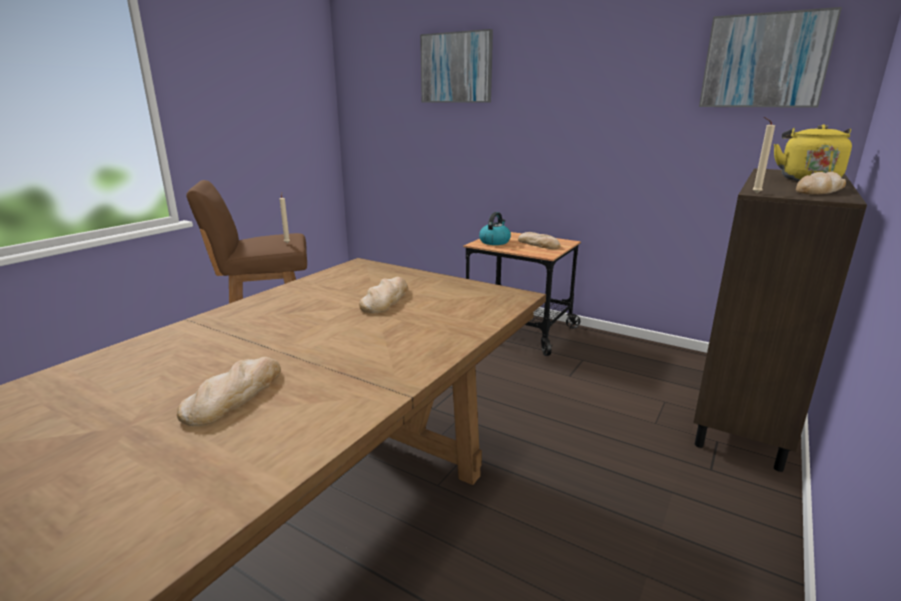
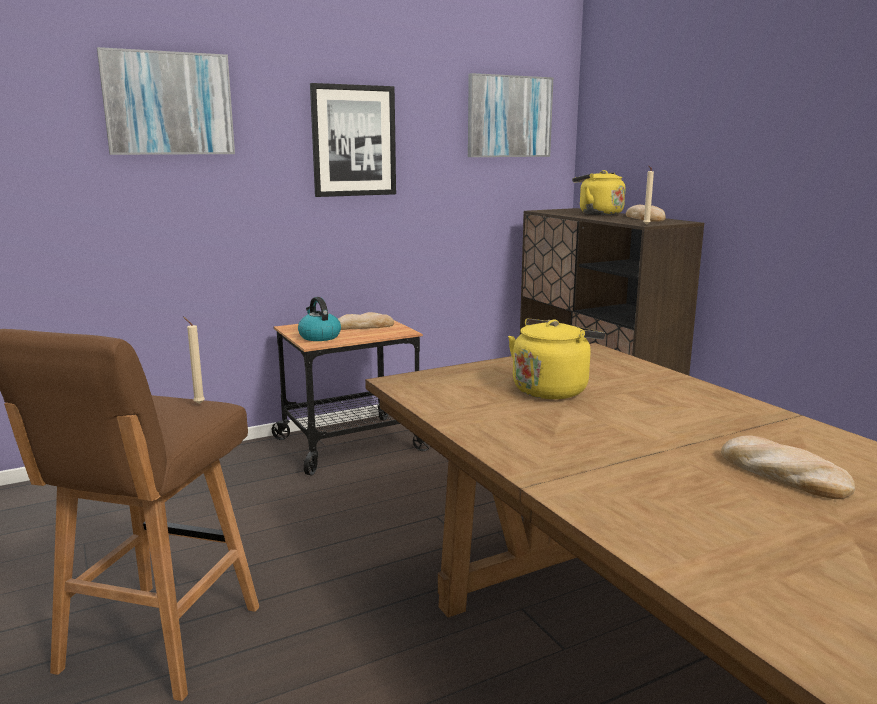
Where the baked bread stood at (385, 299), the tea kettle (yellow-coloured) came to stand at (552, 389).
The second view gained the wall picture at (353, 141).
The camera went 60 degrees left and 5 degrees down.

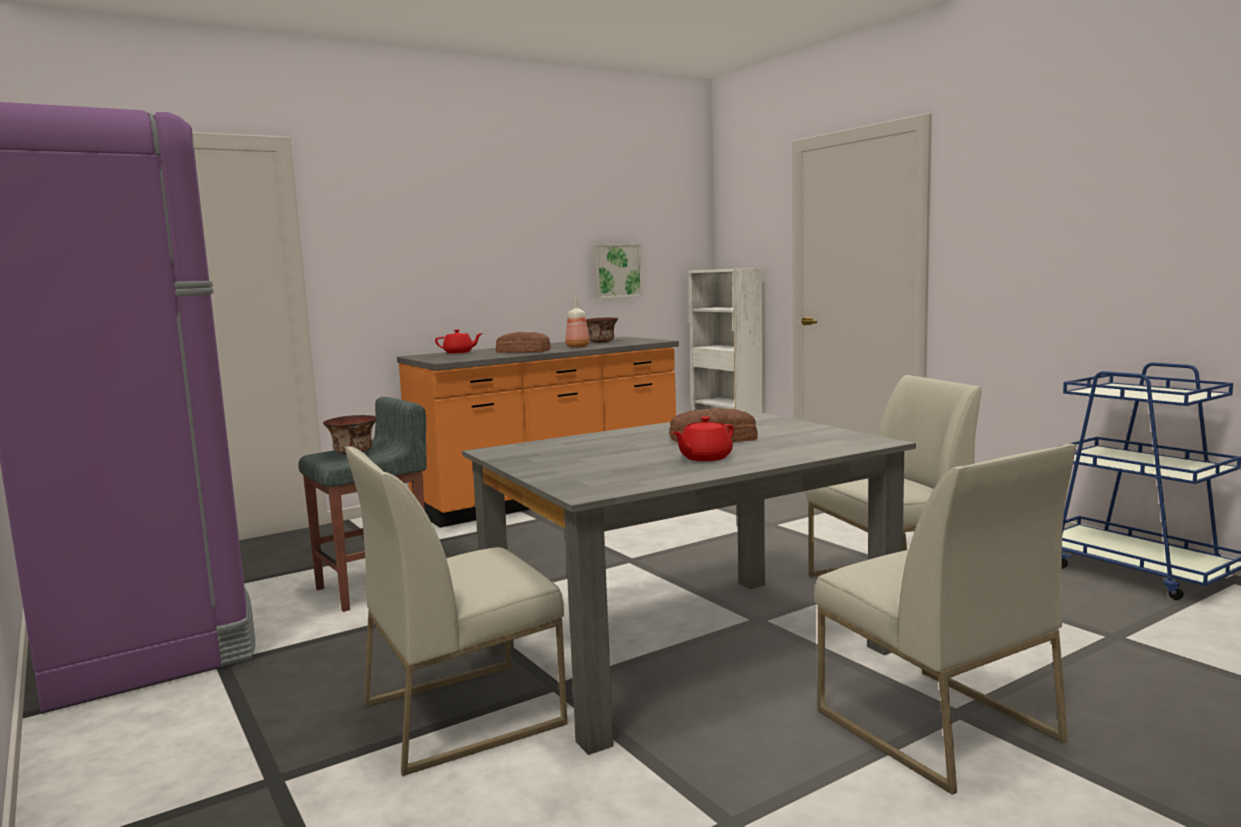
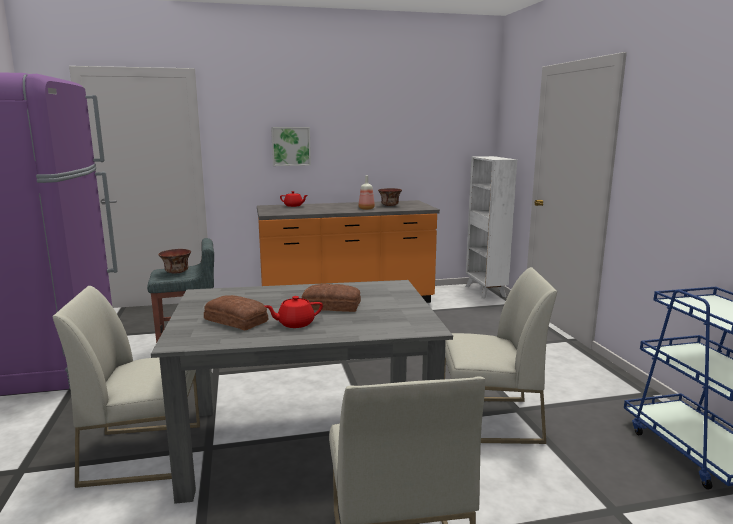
The wall picture ended up elsewhere, having gone from (616, 271) to (291, 146).
The baked bread ended up elsewhere, having gone from (523, 351) to (236, 320).
The camera went 20 degrees right and 5 degrees up.

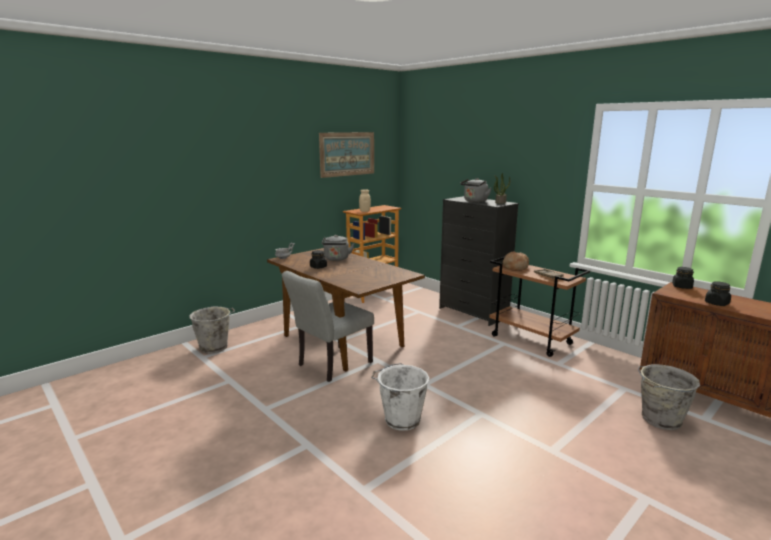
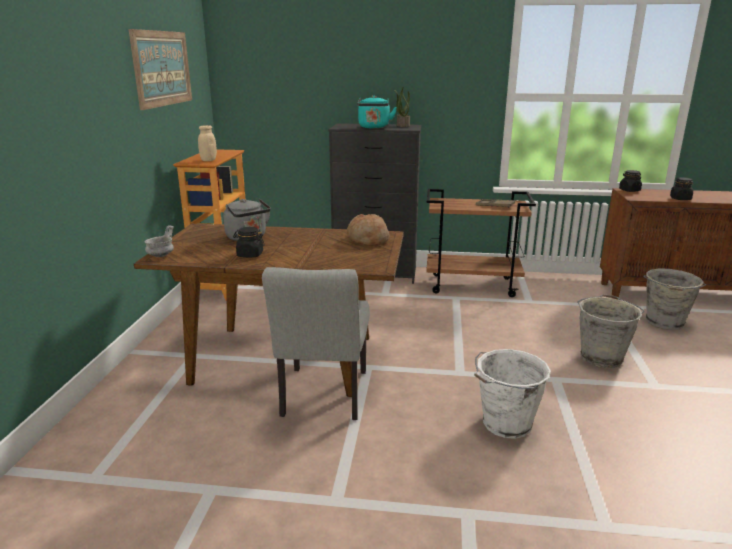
What was the tea kettle (greyish) at (475, 201) turned into the tea kettle (turquoise-coloured) at (374, 127).
The baked bread ended up elsewhere, having gone from (515, 267) to (368, 239).
The pail (greyish) ended up elsewhere, having gone from (215, 347) to (601, 357).
The camera went 40 degrees left and 5 degrees up.

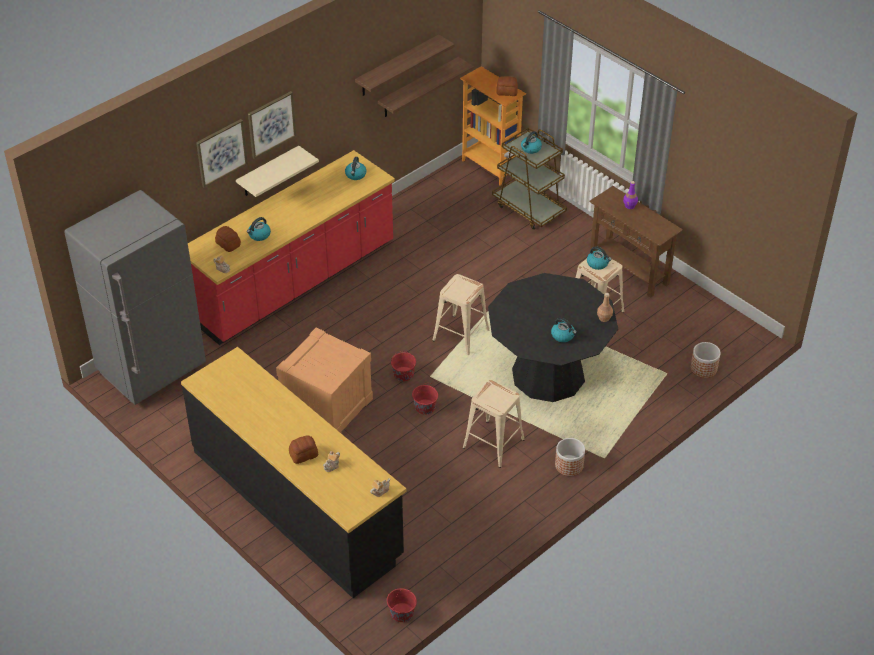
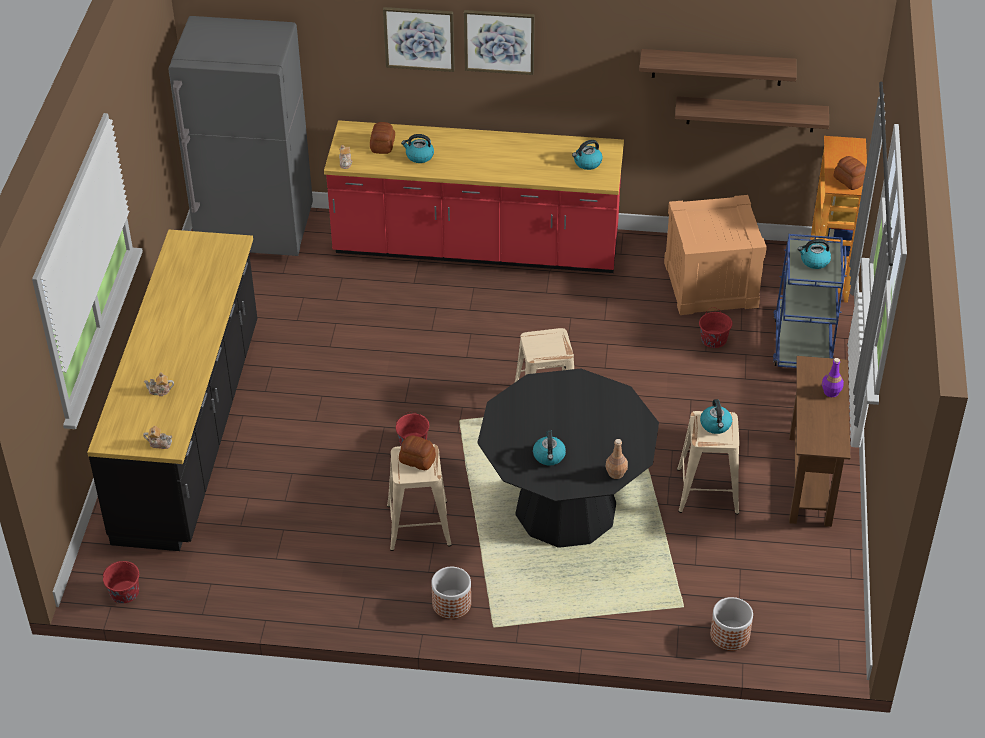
What was the cart (brown-coloured) at (529, 209) turned into the cart (blue) at (802, 343).
The second view lost the bracket shelf (sand-coloured) at (268, 172).
The packing crate ended up elsewhere, having gone from (327, 405) to (711, 285).
The pail (red) ended up elsewhere, having gone from (403, 374) to (713, 339).
The baked bread ended up elsewhere, having gone from (303, 455) to (417, 459).
The camera went 50 degrees right and 0 degrees up.

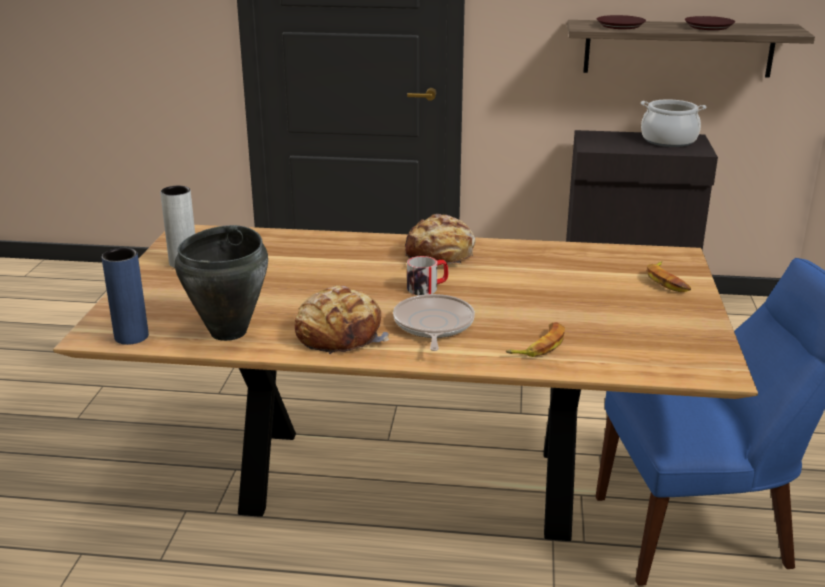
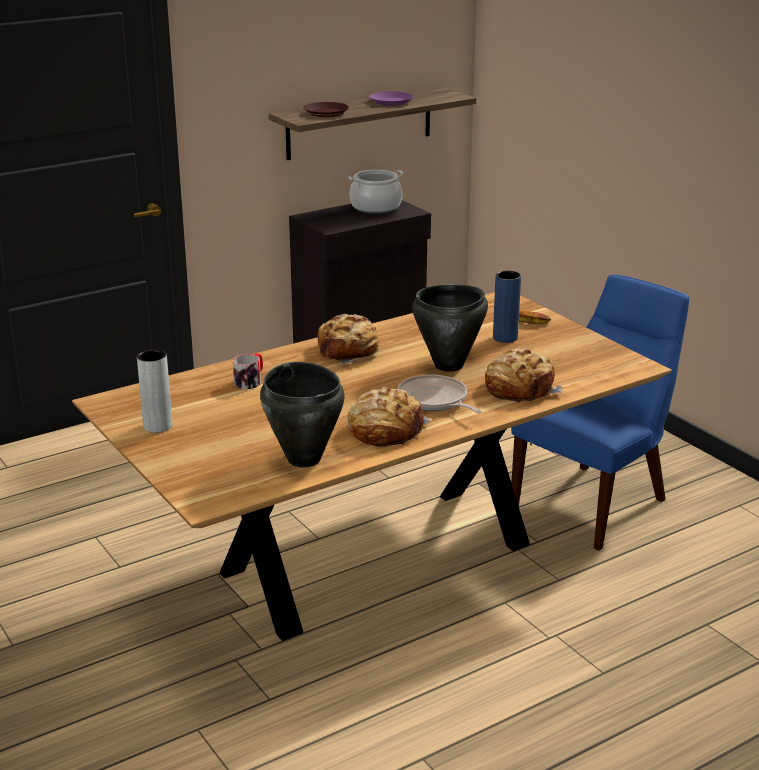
What was the plate (brown-coloured) at (708, 27) turned into the plate (purple-coloured) at (391, 102).
The flower vase (blue) ended up elsewhere, having gone from (131, 337) to (505, 338).
The tea mug ended up elsewhere, having gone from (427, 288) to (250, 381).
Where the banana stood at (539, 345), the baked bread came to stand at (520, 388).
The second view gained the cooking pot (blackish) at (449, 366).
The camera went 40 degrees left and 0 degrees up.

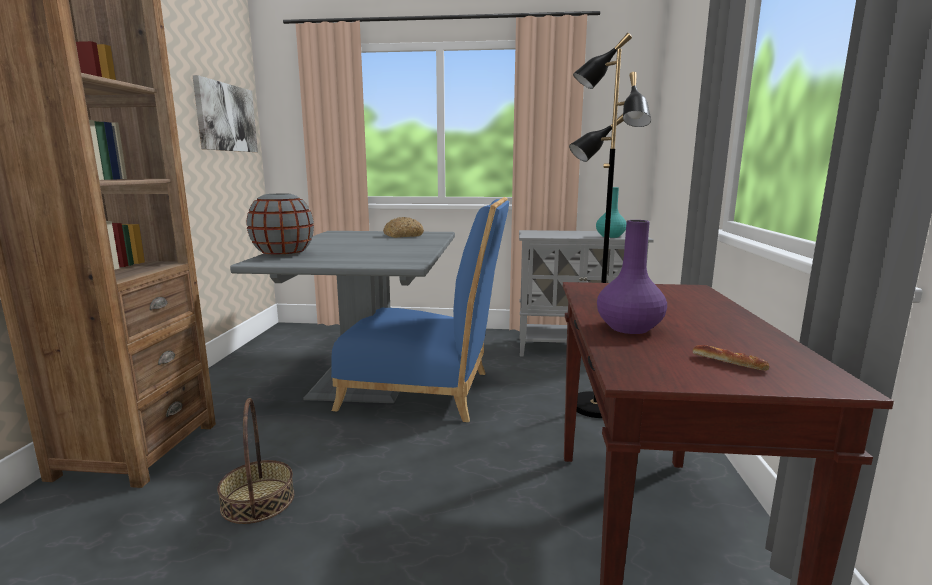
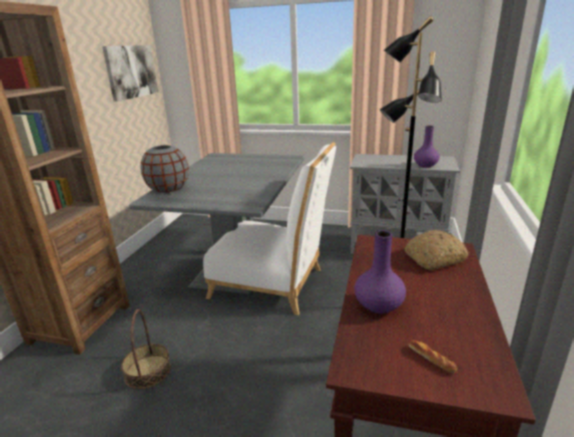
What was the flower vase (turquoise-coloured) at (610, 236) turned into the flower vase (purple-coloured) at (425, 165).
What was the upright chair (blue) at (426, 391) turned into the upright chair (whitish) at (273, 284).
The baked bread ended up elsewhere, having gone from (403, 235) to (434, 258).
The camera went 10 degrees right and 10 degrees up.

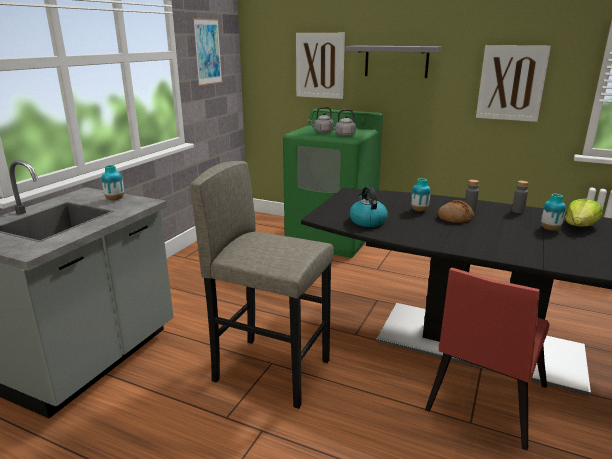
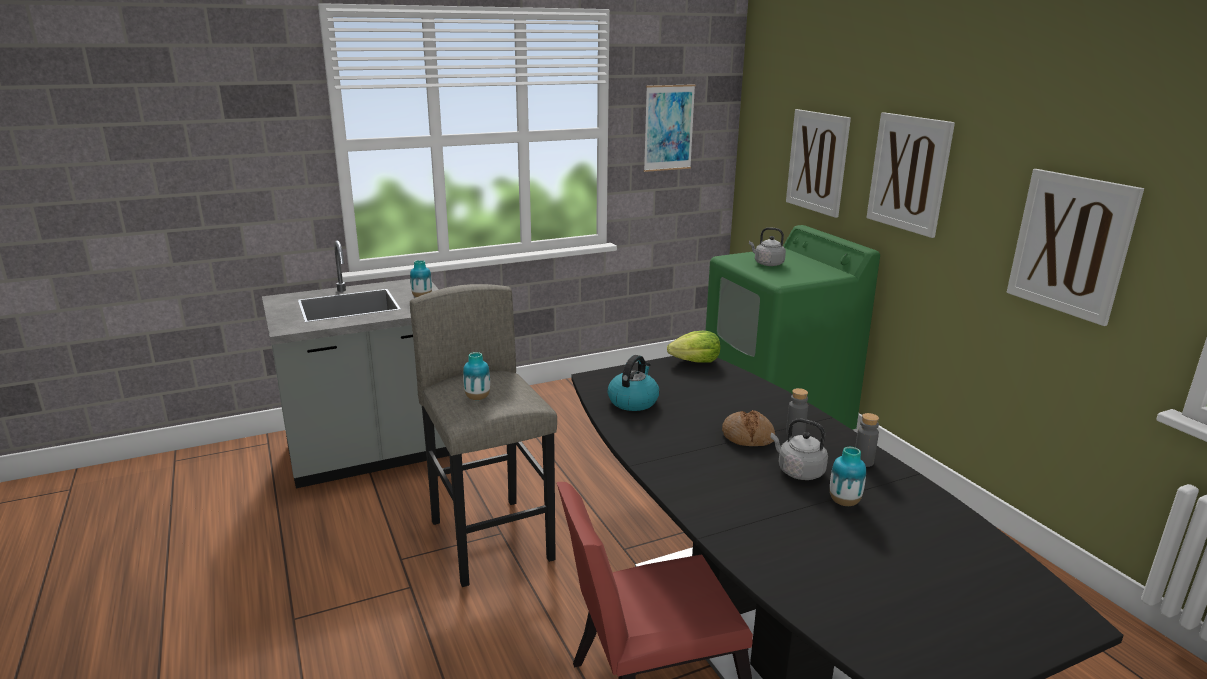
Where the bracket shelf (greyish) hung at (396, 61), the wall picture came to hang at (908, 173).
The tea kettle (greyish) ended up elsewhere, having gone from (344, 135) to (798, 471).
The flower vase ended up elsewhere, having gone from (419, 210) to (477, 398).
The lettuce head ended up elsewhere, having gone from (580, 226) to (695, 361).
The camera went 40 degrees right and 0 degrees up.

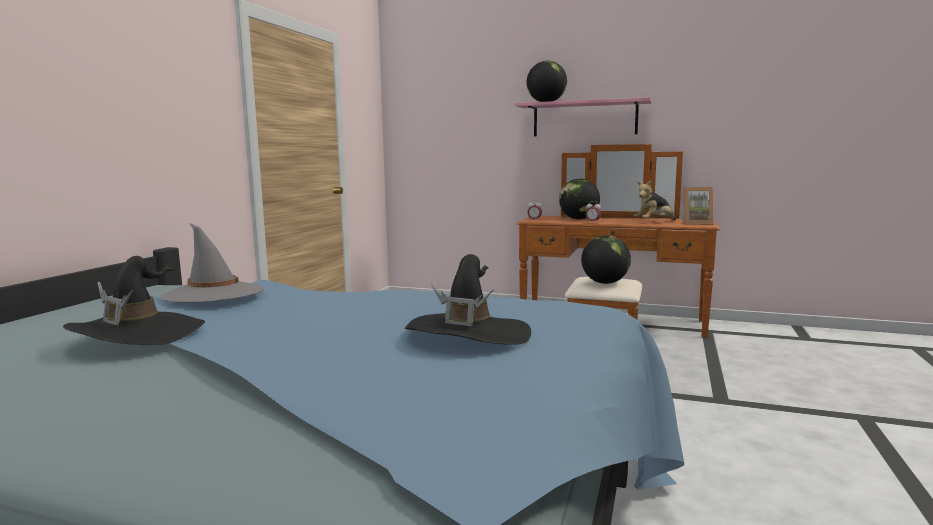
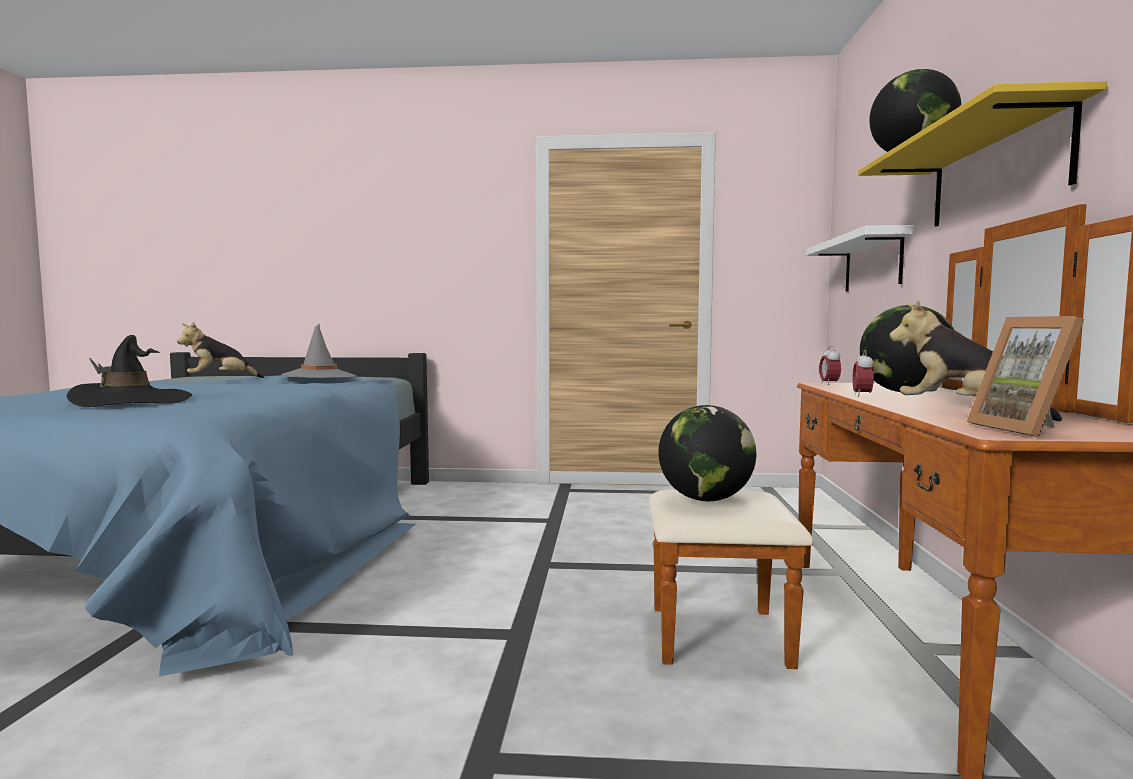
What was the bracket shelf (pinkish) at (584, 119) turned into the bracket shelf (yellow-coloured) at (996, 172).
Where the clothing hat (blackish) stood at (139, 333), the plush toy came to stand at (220, 379).
The second view gained the bracket shelf (whitish) at (872, 263).
The camera went 75 degrees right and 5 degrees down.

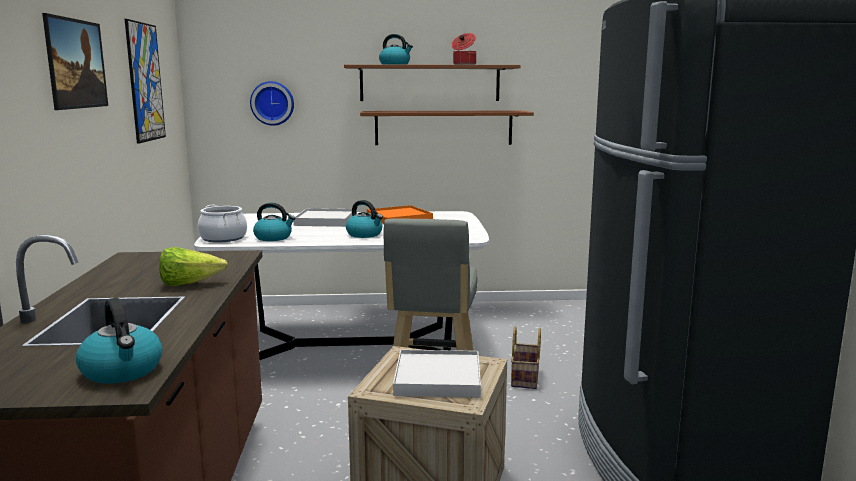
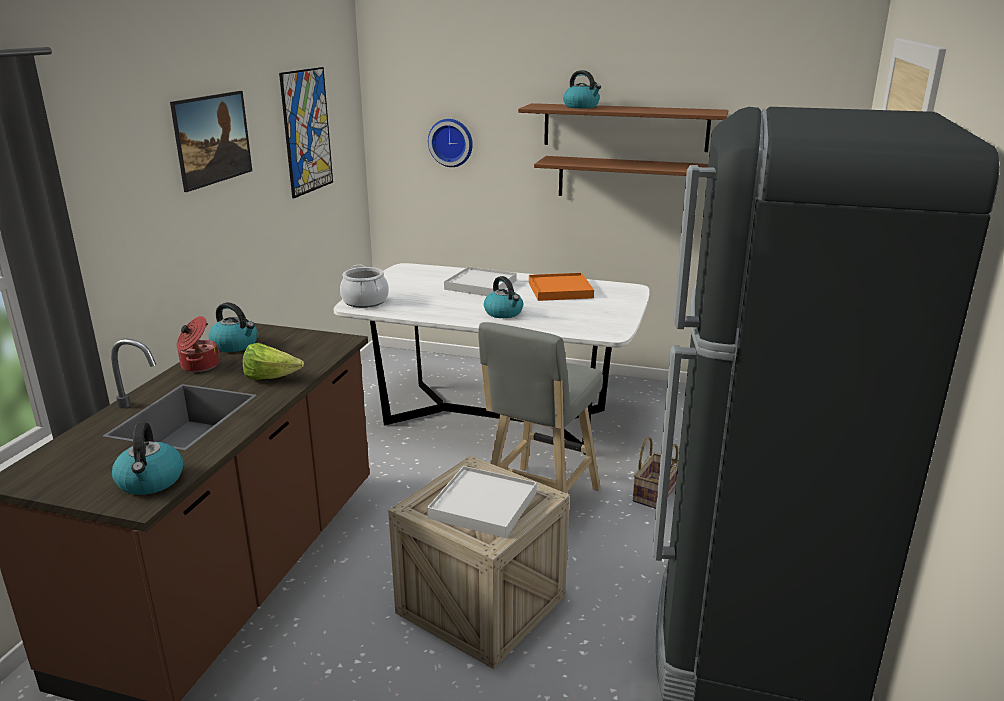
The cooking pot ended up elsewhere, having gone from (464, 64) to (198, 365).
The tea kettle ended up elsewhere, having gone from (274, 238) to (235, 345).
The camera went 20 degrees right and 10 degrees up.

